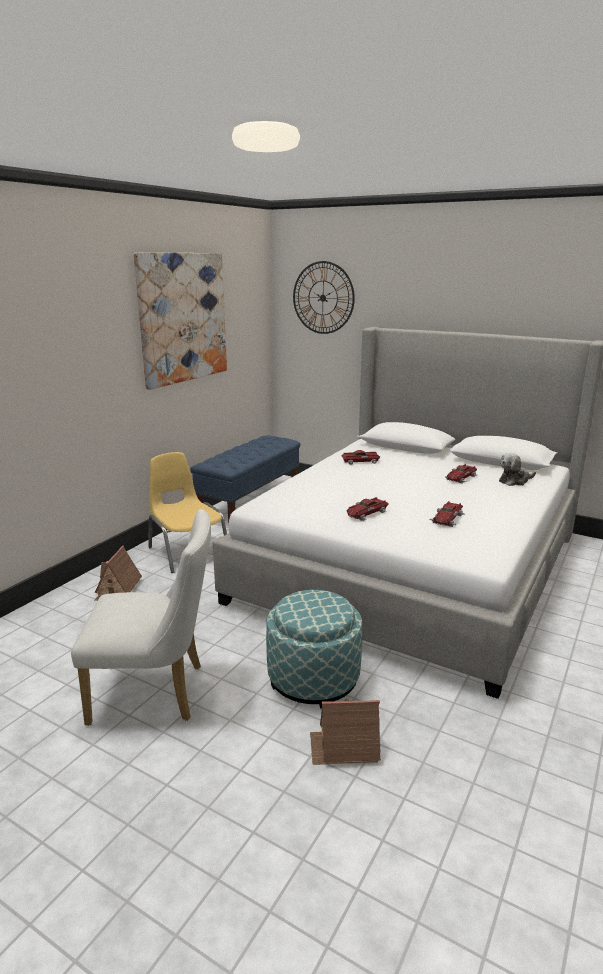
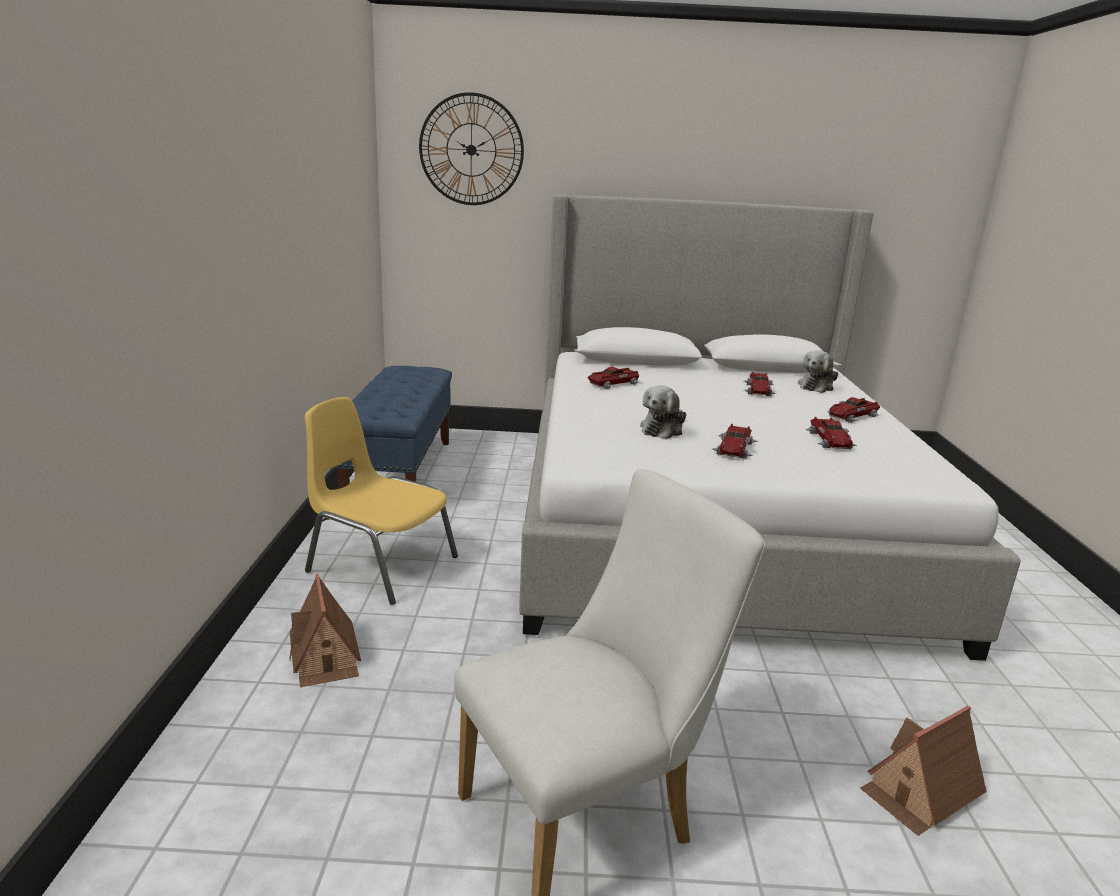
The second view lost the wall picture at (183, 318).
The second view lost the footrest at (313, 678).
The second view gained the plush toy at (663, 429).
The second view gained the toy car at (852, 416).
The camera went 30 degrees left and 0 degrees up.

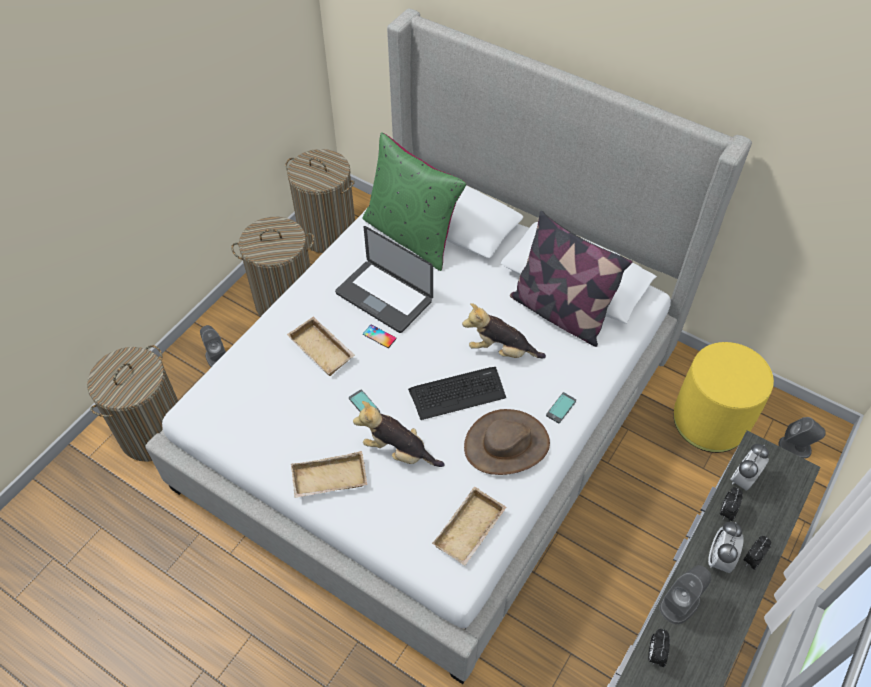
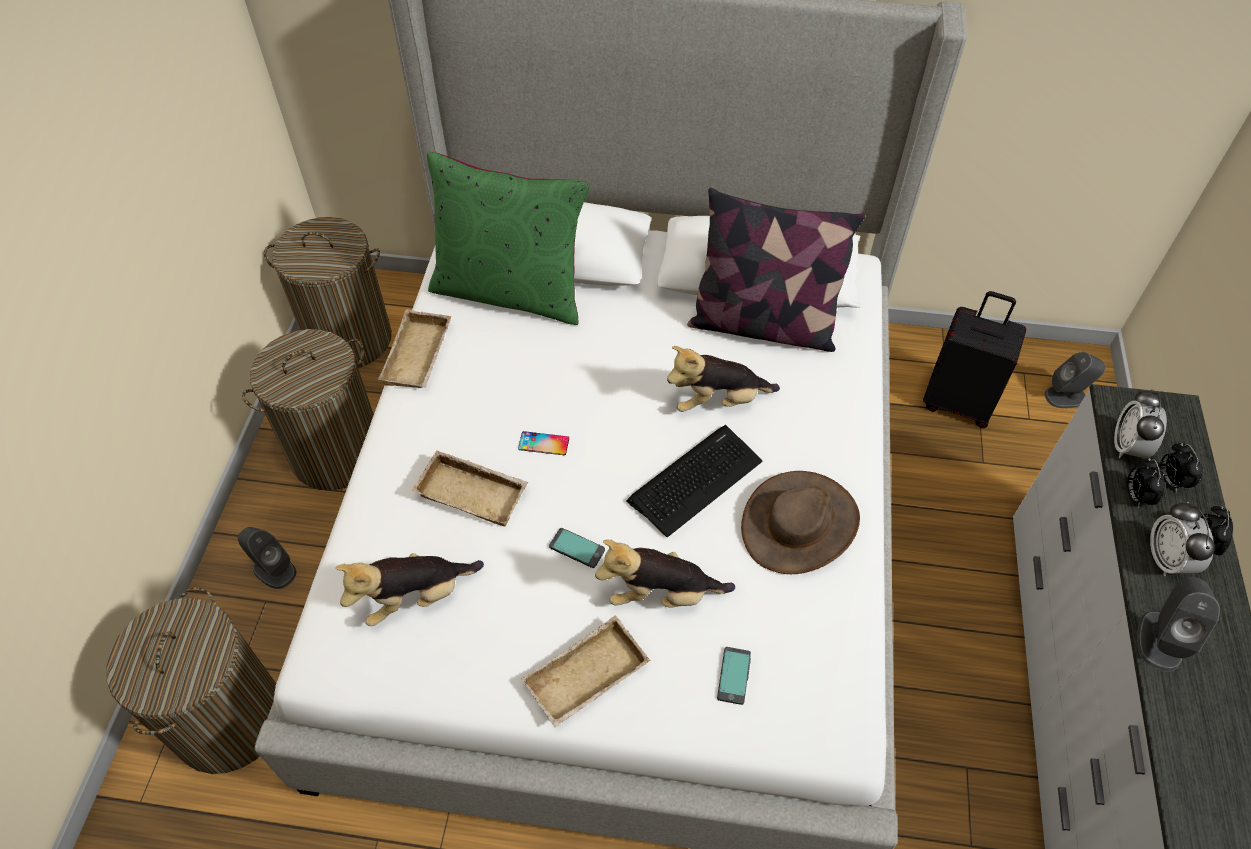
The second view lost the notebook computer at (384, 297).
Where the footrest (yellow-coloured) stood at (710, 421), the suitcase (blackish) came to stand at (958, 402).
The phone ended up elsewhere, having gone from (561, 408) to (734, 676).
The tray (sand-coloured) ended up elsewhere, having gone from (470, 531) to (419, 356).
The alarm clock ended up elsewhere, having gone from (655, 654) to (1170, 480).
The second view gained the plush toy at (416, 597).
The camera went 25 degrees left and 0 degrees up.

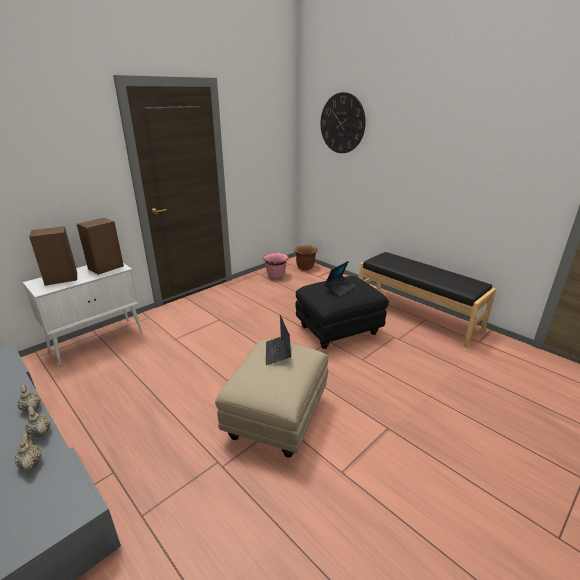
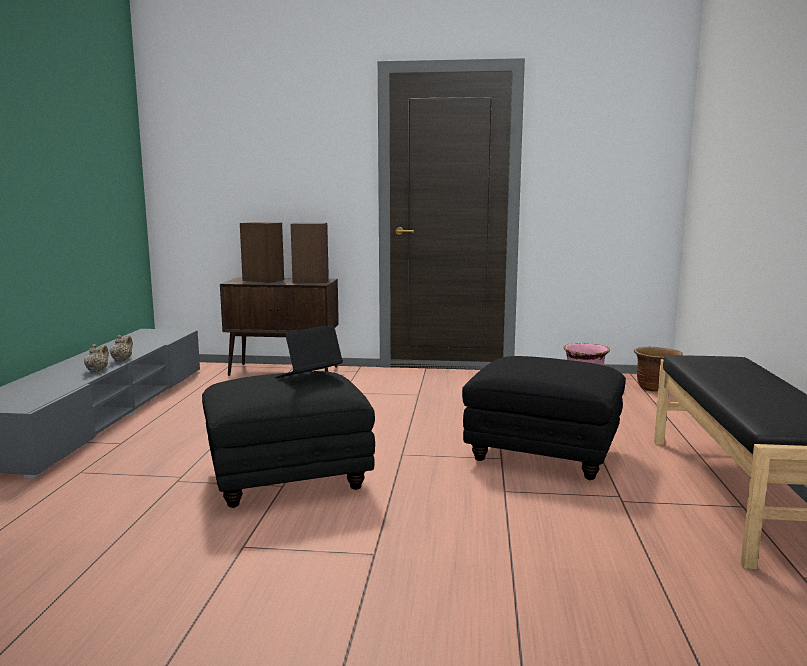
The second view lost the hanging clock at (342, 123).
The second view lost the notebook computer at (340, 288).
What was the cabinet (whitish) at (98, 340) turned into the cabinet (brown-coloured) at (284, 371).
What was the footrest (sand-coloured) at (276, 419) turned into the footrest (blackish) at (286, 480).
The second view lost the pot for tea (sand-coloured) at (31, 463).
The camera went 50 degrees right and 15 degrees down.

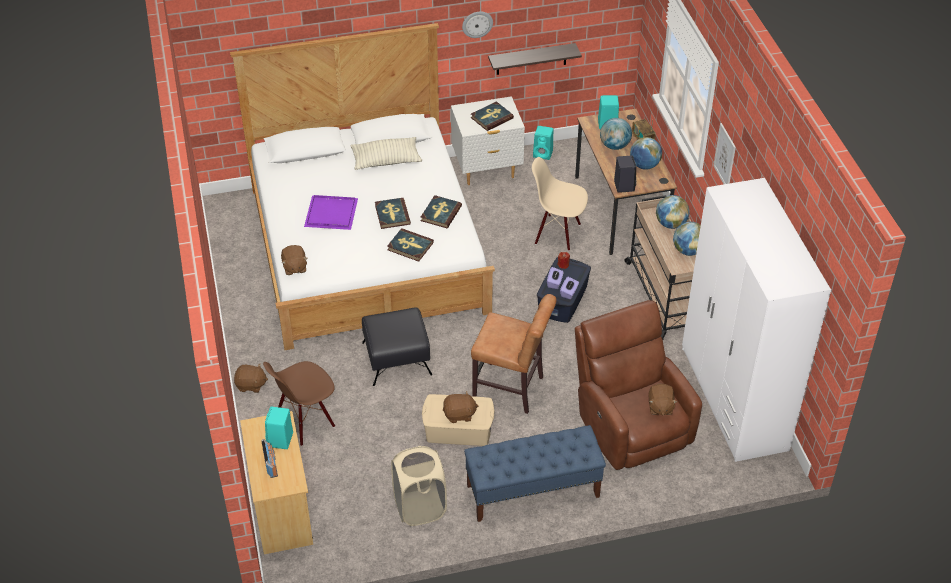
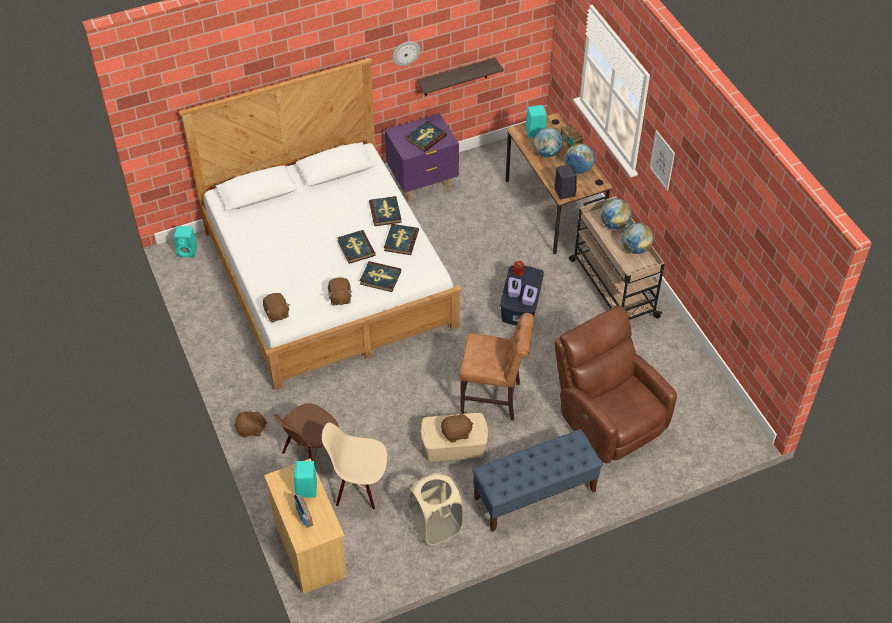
What was the bedside table (whitish) at (487, 171) turned into the bedside table (purple-coloured) at (422, 184).
The speaker (turquoise-coloured) ended up elsewhere, having gone from (543, 154) to (188, 251).
The second view lost the cushion at (386, 161).
The upright chair (sand-coloured) ended up elsewhere, having gone from (557, 233) to (359, 488).
The second view lost the wardrobe (whitish) at (733, 399).
The second view lost the tray (purple-coloured) at (332, 213).
The second view lost the footrest (blackish) at (397, 358).
The plush toy (brown-coloured) ended up elsewhere, having gone from (660, 407) to (340, 298).
The second view gained the bound book at (385, 212).
The camera went 10 degrees left and 5 degrees up.

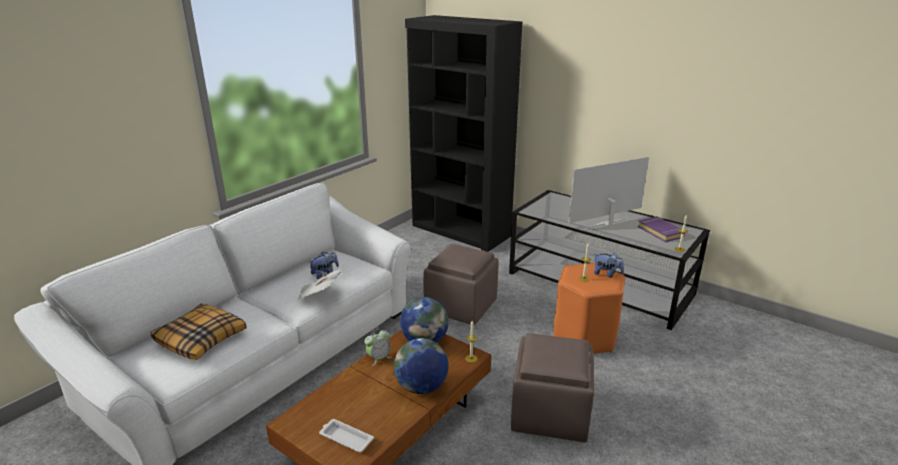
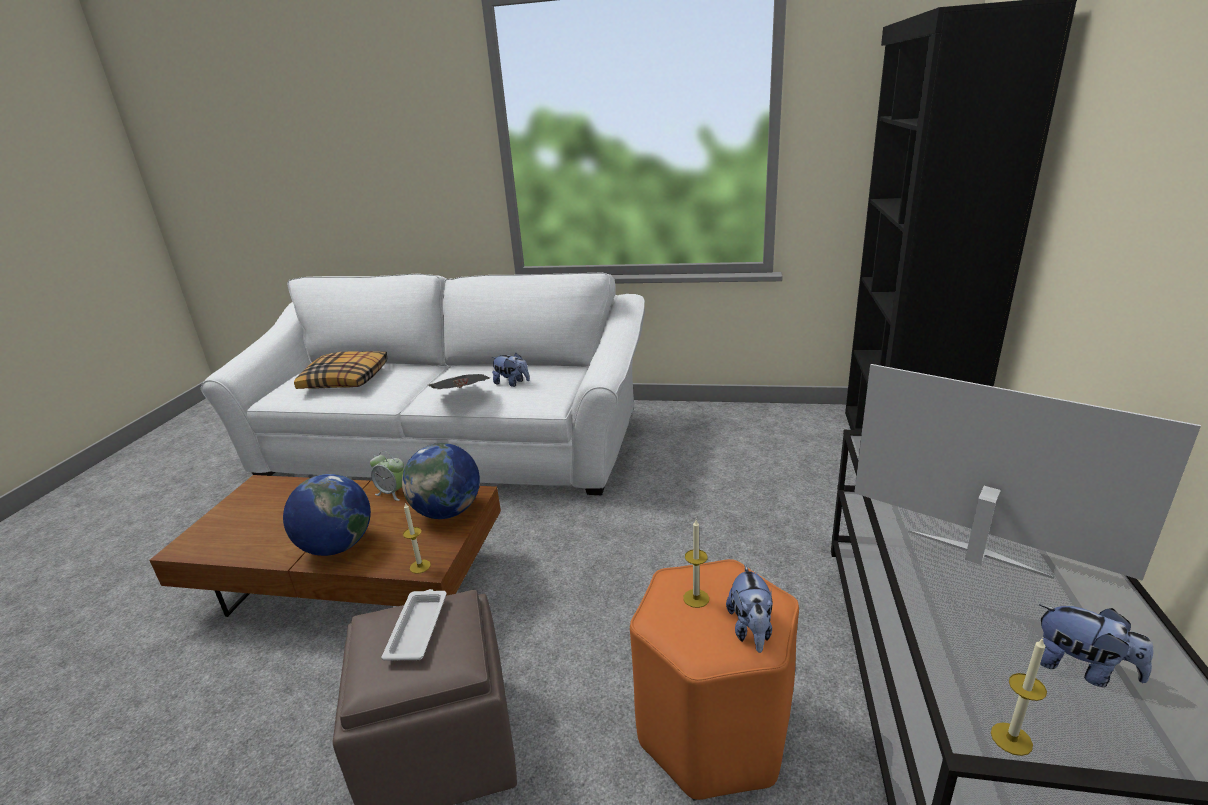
Where the bound book (purple-coloured) stood at (660, 232), the plush toy came to stand at (1082, 669).
The second view lost the footrest (brown-coloured) at (462, 306).
The tray (whitish) ended up elsewhere, having gone from (345, 438) to (418, 628).
The camera went 65 degrees right and 0 degrees up.

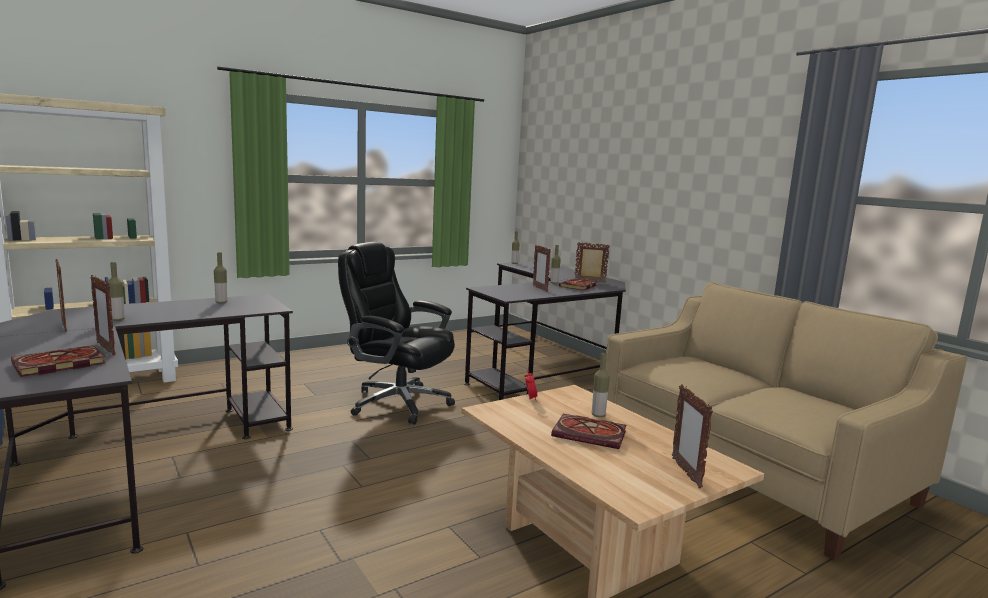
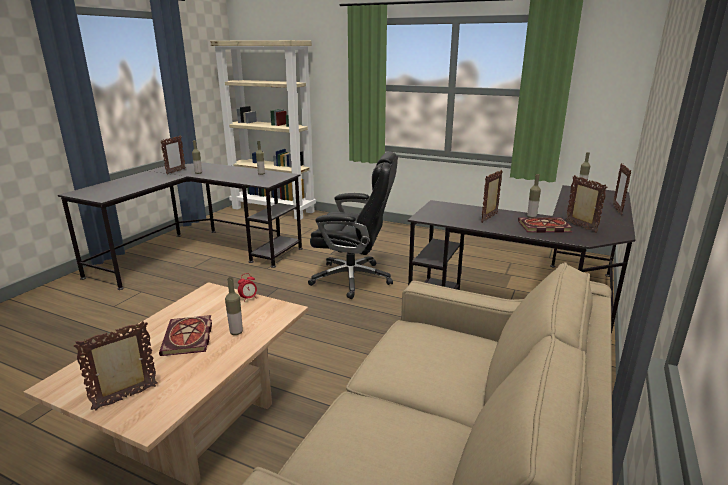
The desk chair (blackish) at (397, 403) ended up facing another way, 105 degrees clockwise from before.
The photo frame ended up elsewhere, having gone from (106, 349) to (617, 210).
The second view lost the bound book at (57, 364).
The camera went 60 degrees right and 10 degrees up.

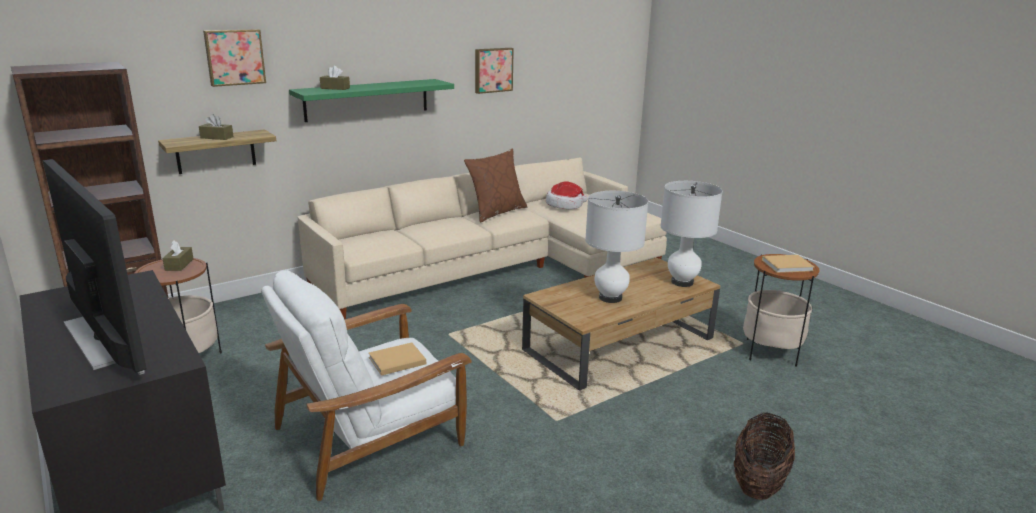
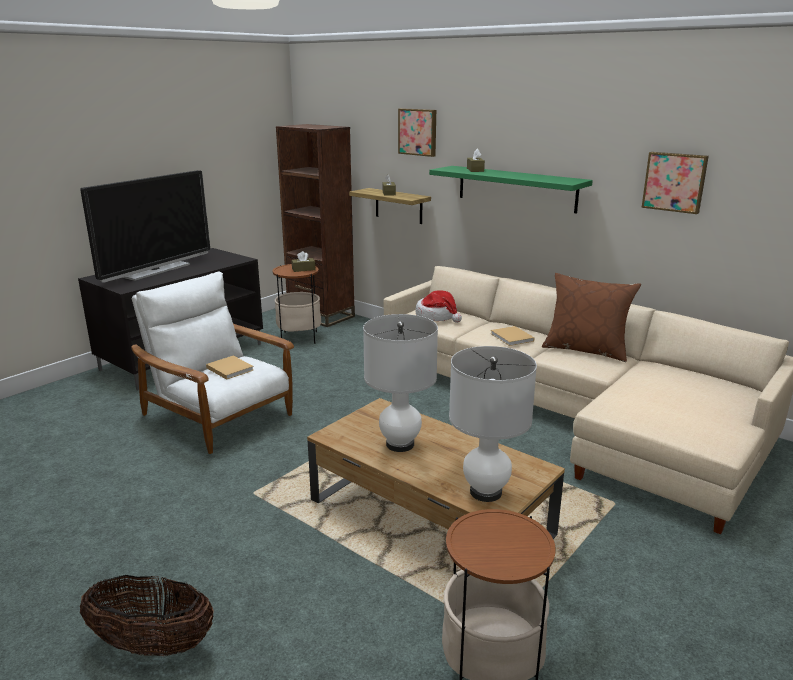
The clothing hat ended up elsewhere, having gone from (565, 205) to (437, 316).
The bound book (sand-coloured) ended up elsewhere, having gone from (788, 265) to (512, 338).
The camera went 75 degrees right and 0 degrees up.

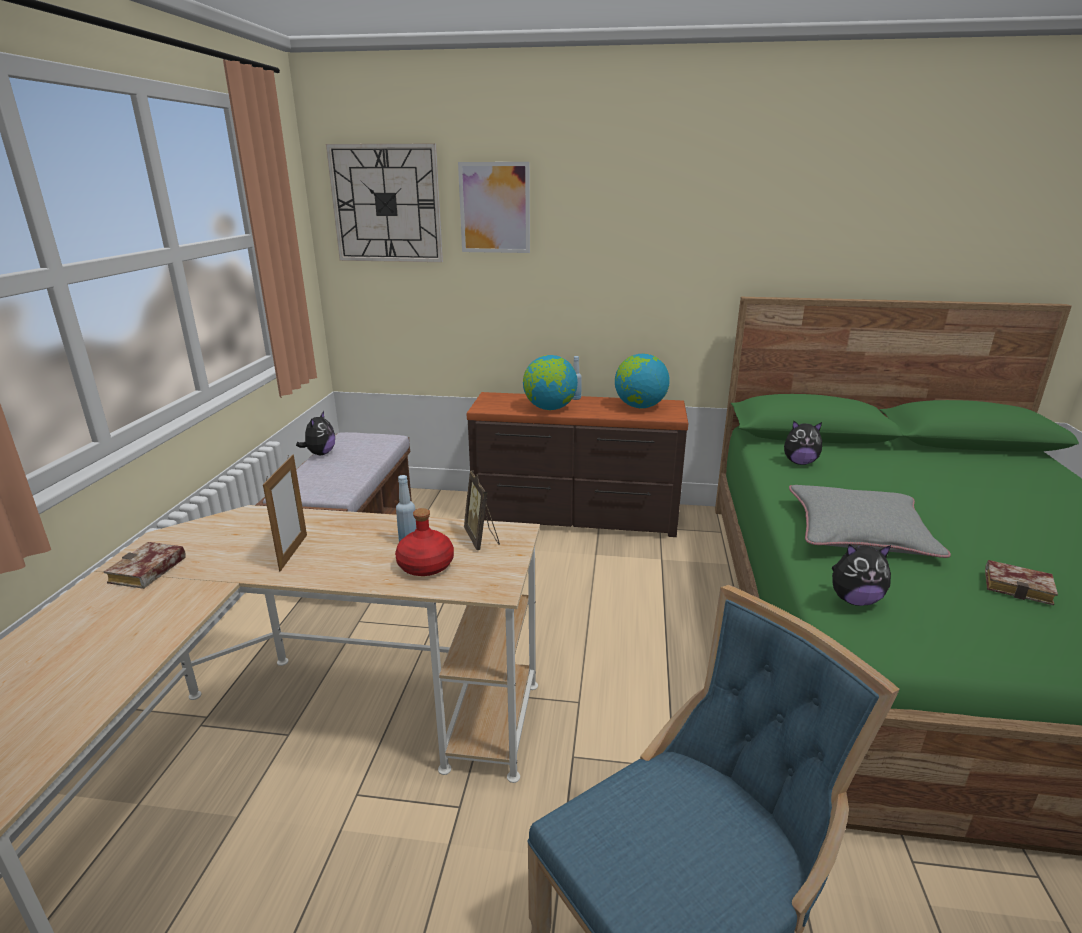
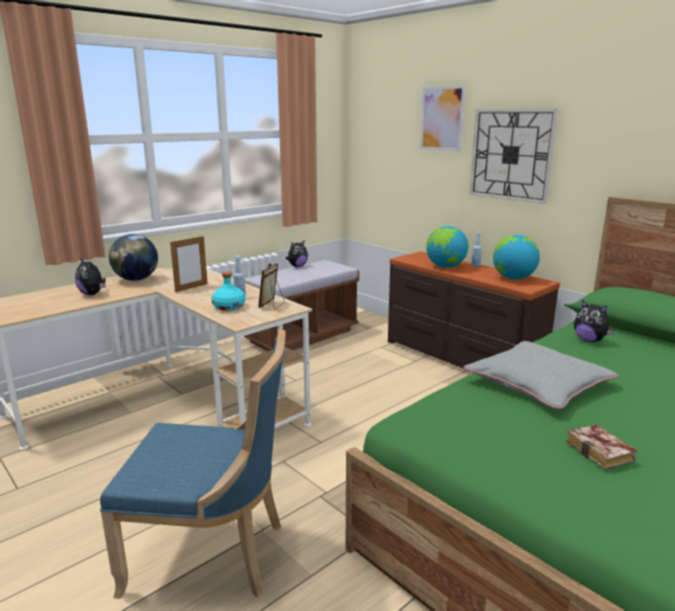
The hanging clock ended up elsewhere, having gone from (386, 204) to (511, 154).
What was the bottle (red) at (426, 565) turned into the bottle (turquoise-coloured) at (229, 307).
Where the bound book stood at (147, 572), the globe came to stand at (136, 279).
The plush toy ended up elsewhere, having gone from (854, 600) to (93, 294).
The camera went 40 degrees right and 5 degrees down.

